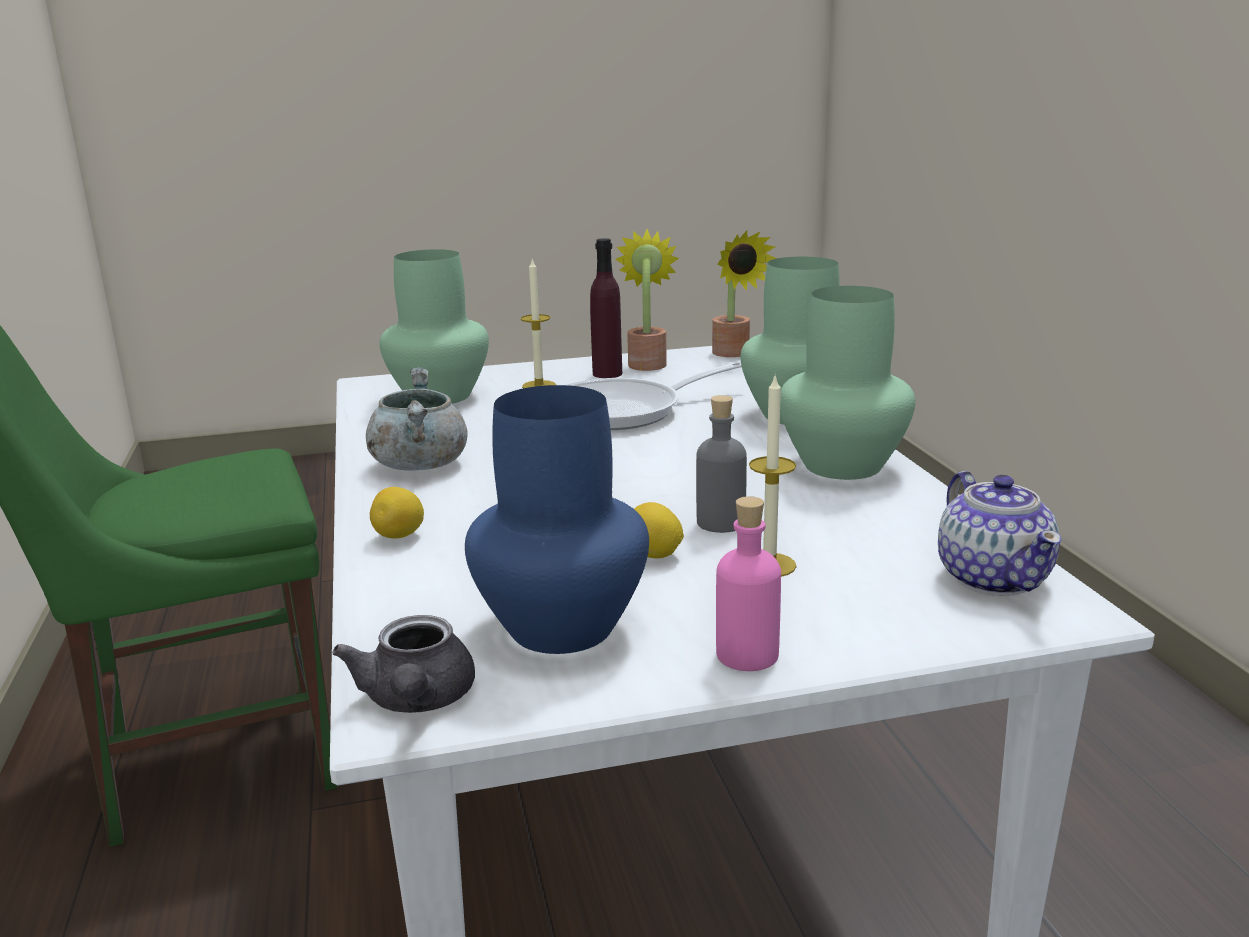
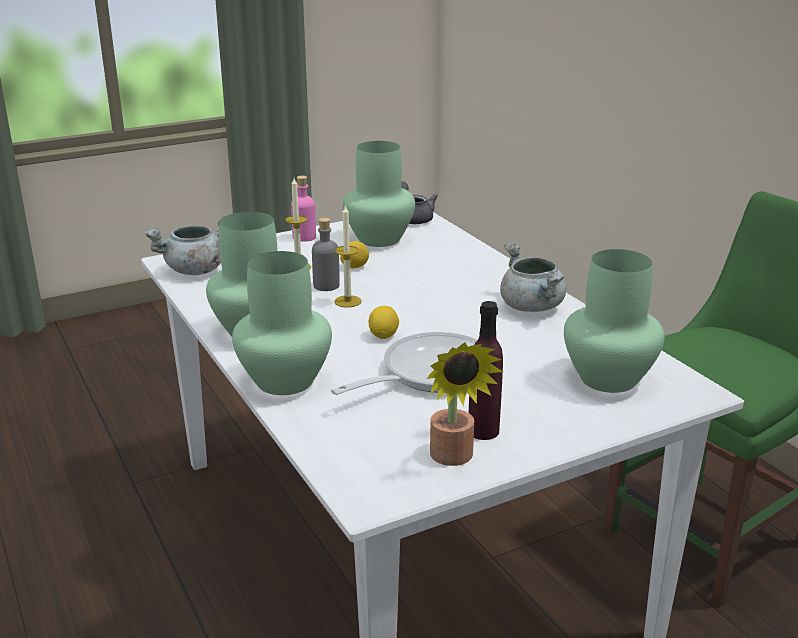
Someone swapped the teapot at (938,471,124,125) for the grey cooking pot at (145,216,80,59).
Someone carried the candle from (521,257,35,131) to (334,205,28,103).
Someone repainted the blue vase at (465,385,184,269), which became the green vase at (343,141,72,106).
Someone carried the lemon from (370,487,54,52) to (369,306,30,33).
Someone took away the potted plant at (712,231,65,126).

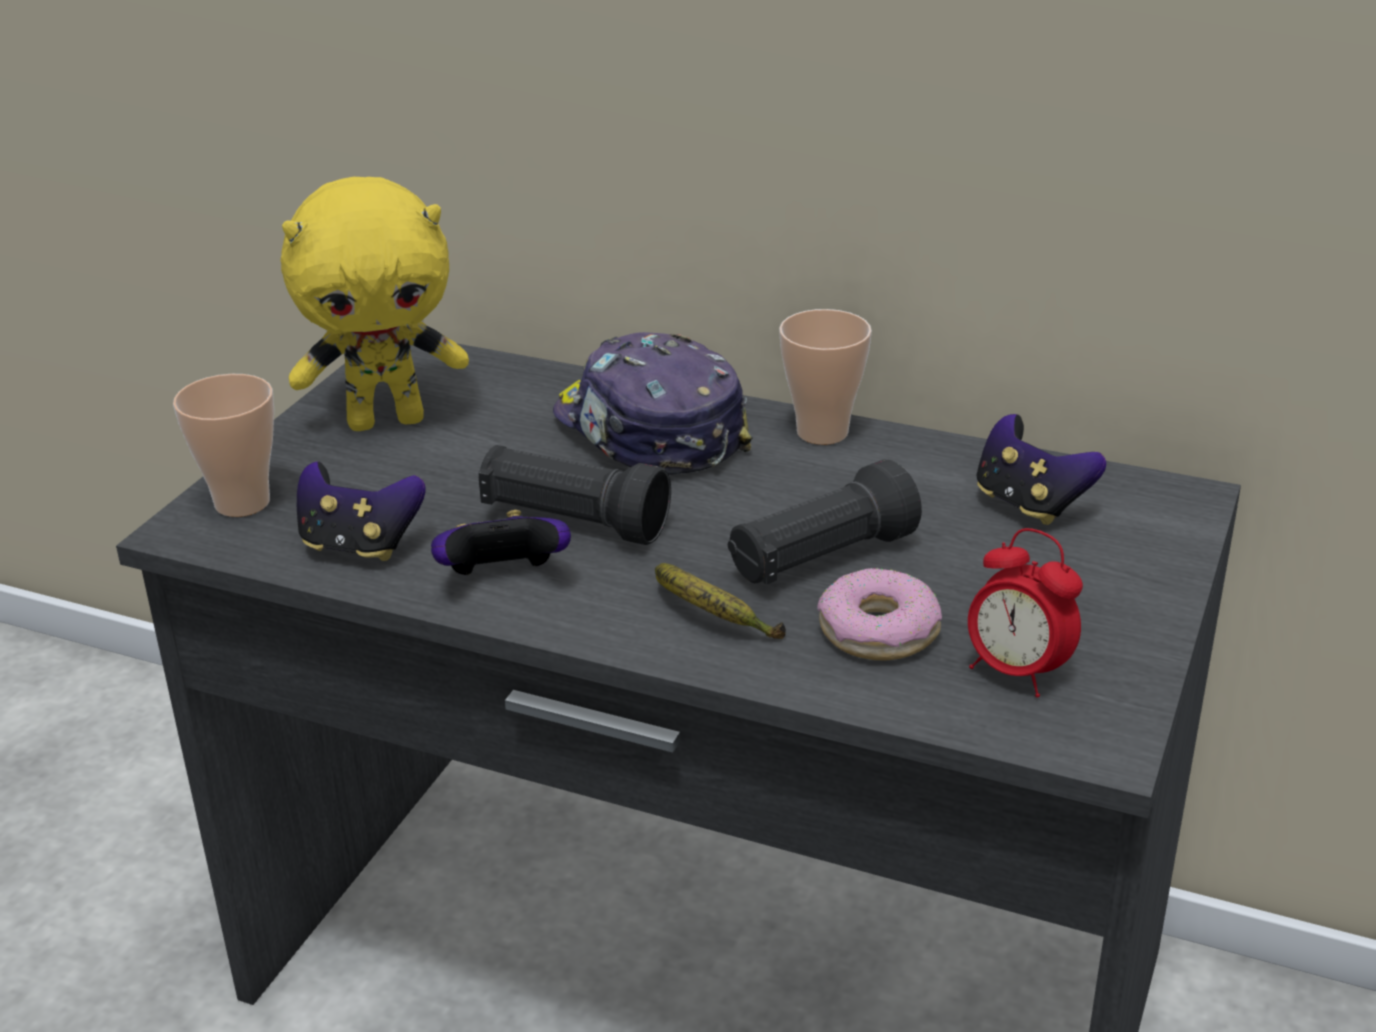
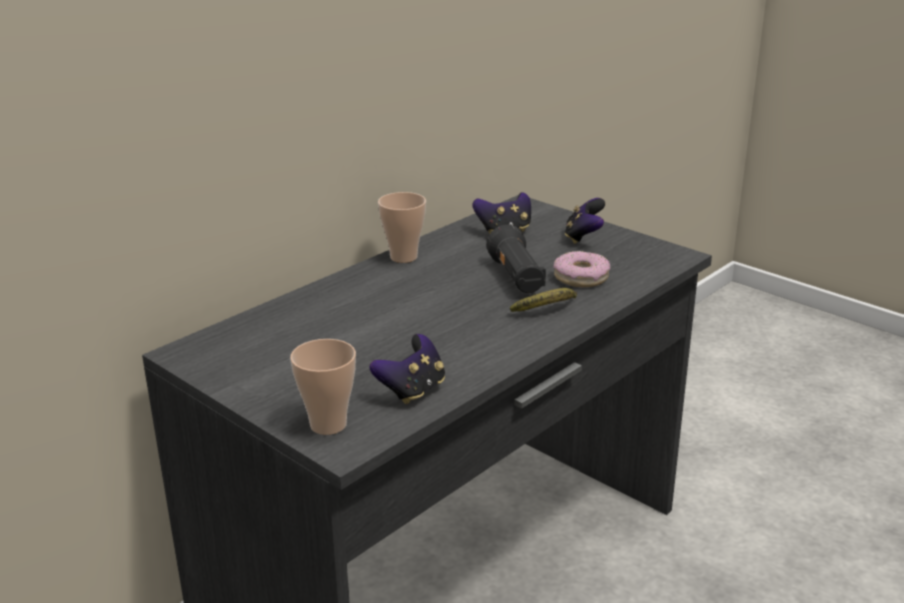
Someone carried the game controller from (431,510,140,65) to (565,198,40,46).
Someone took away the yellow plush toy at (281,177,188,254).
Someone took away the black flashlight at (478,445,193,100).
Someone took away the cap at (553,332,199,143).
Someone took away the alarm clock at (968,528,115,169).

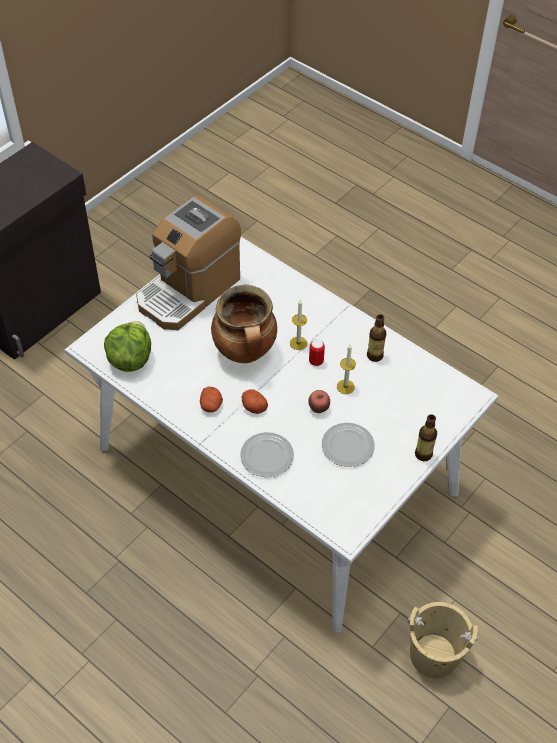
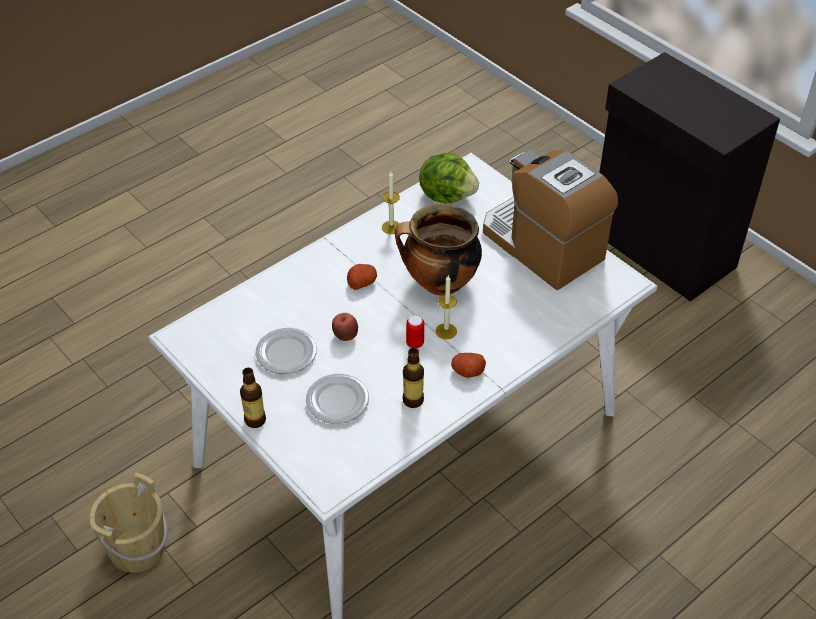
Someone carried the plate from (240,432,54,45) to (306,374,63,50).
Someone carried the candle from (337,344,19,50) to (382,171,18,63).
Someone carried the potato from (200,386,23,26) to (451,353,35,25).

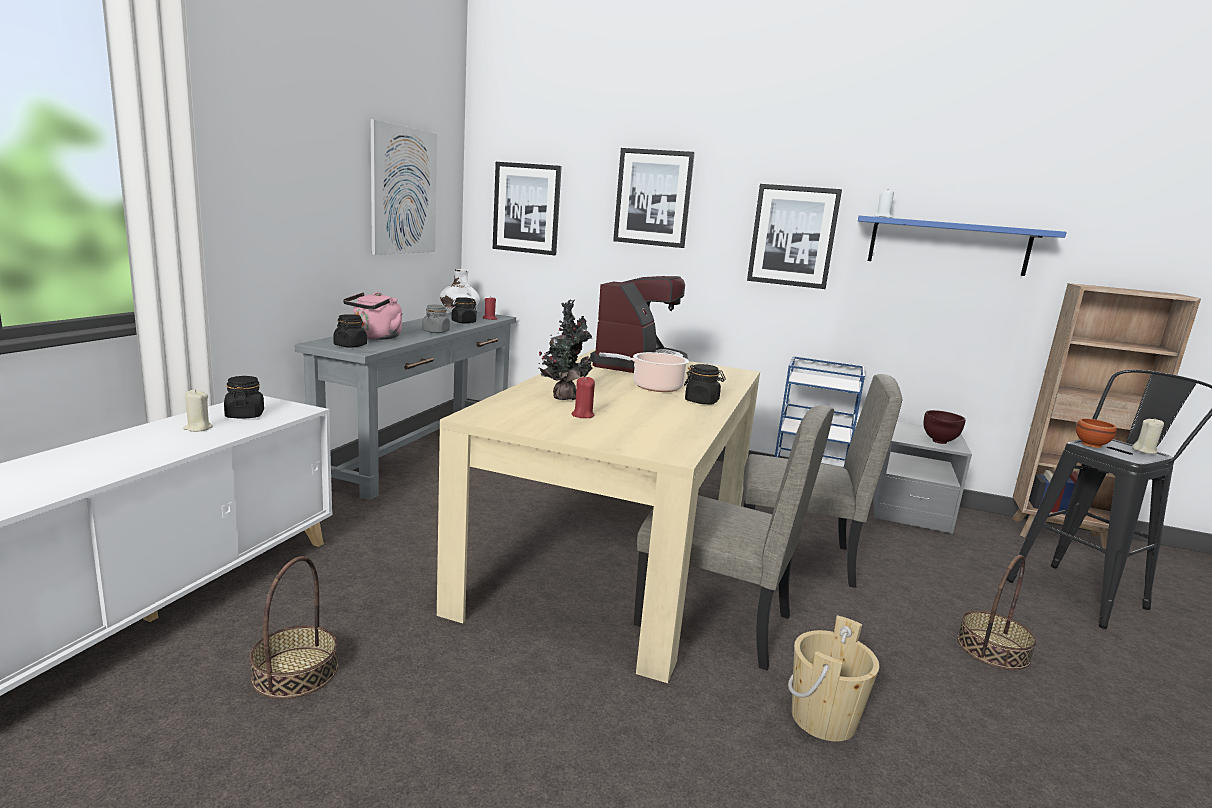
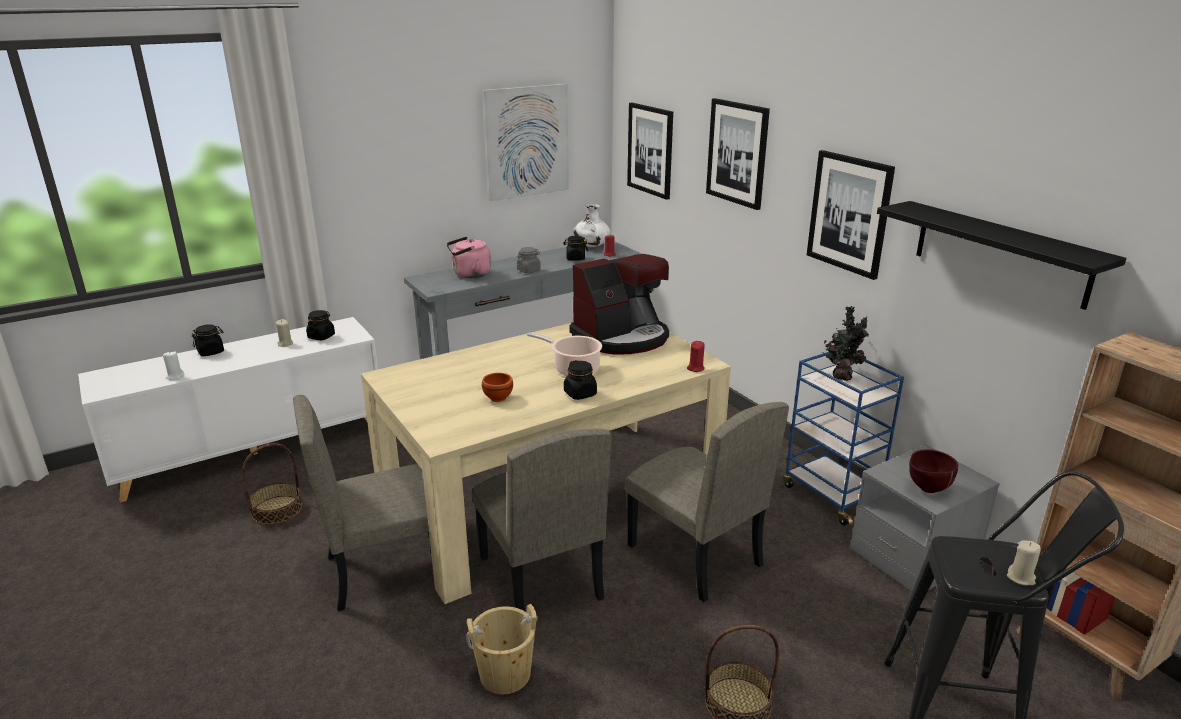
Someone carried the white candle from (874,190,20,28) to (163,351,21,29).
Someone carried the black jar from (333,314,34,34) to (192,324,32,32).
Someone put down the beige chair at (293,395,136,216).
Someone carried the brown bowl from (1076,418,41,30) to (482,373,31,29).
Someone carried the red candle from (572,377,23,41) to (687,341,18,31).
Someone carried the potted plant from (539,300,54,100) to (822,306,47,75).
Someone repainted the blue shelf at (858,216,209,60), which became the black shelf at (877,201,250,109).

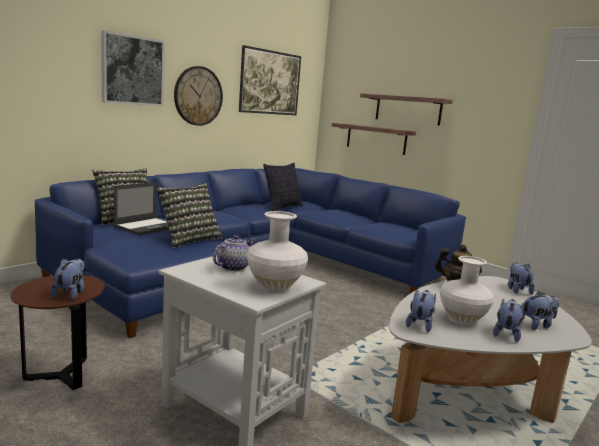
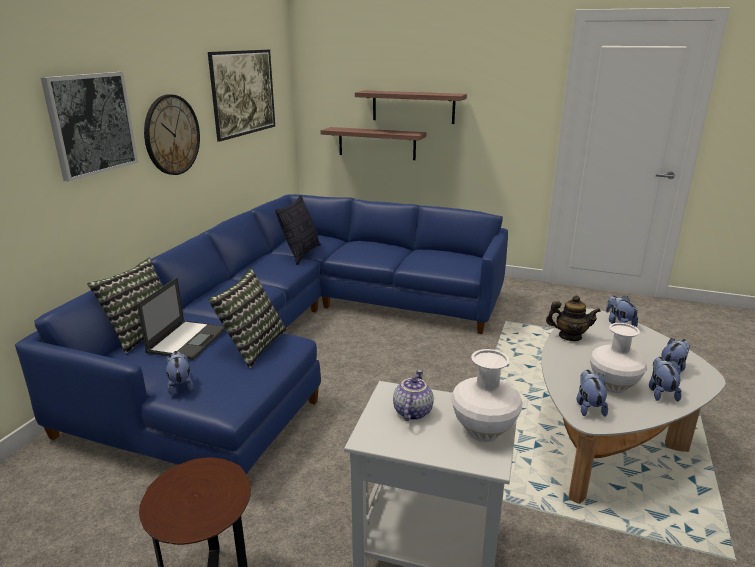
Someone carried the plush toy from (50,258,34,42) to (166,351,28,44).

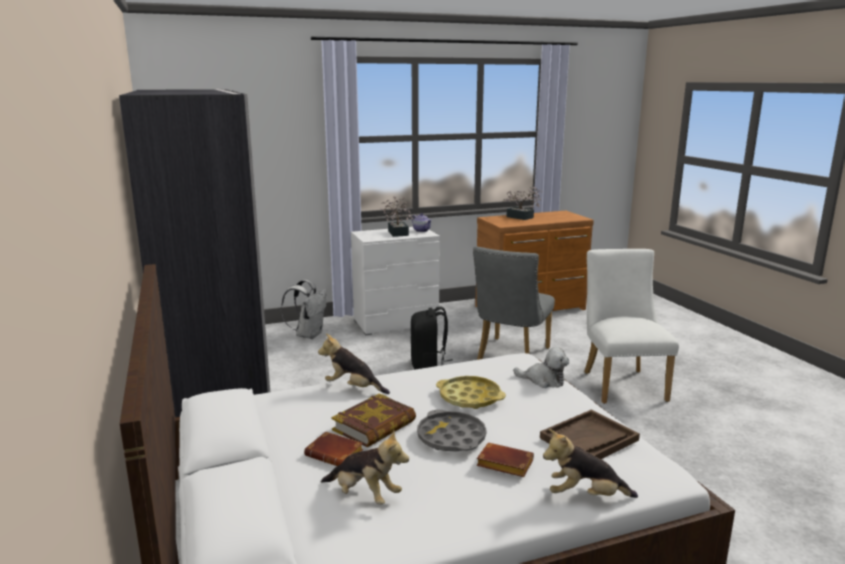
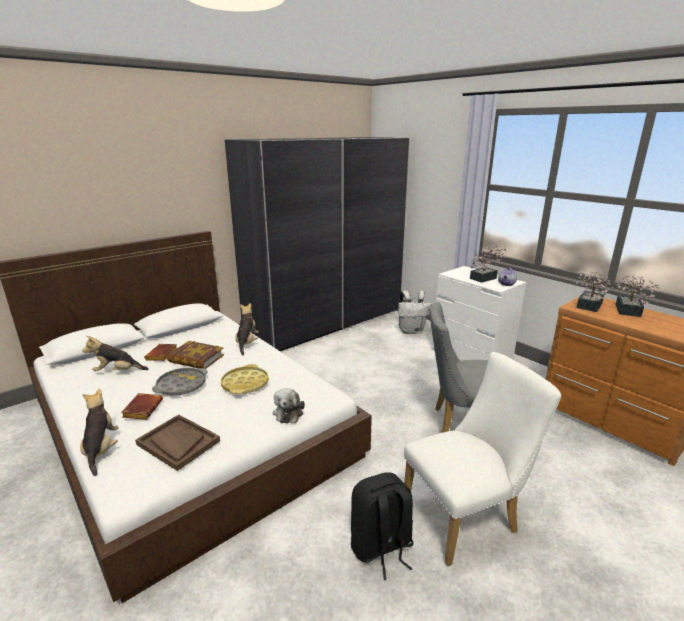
Someone rotated the plush toy at (321,430,88,75) by 75 degrees clockwise.
Someone carried the black backpack from (411,306,42,64) to (351,472,62,108).
Someone put down the potted plant at (576,272,38,40).

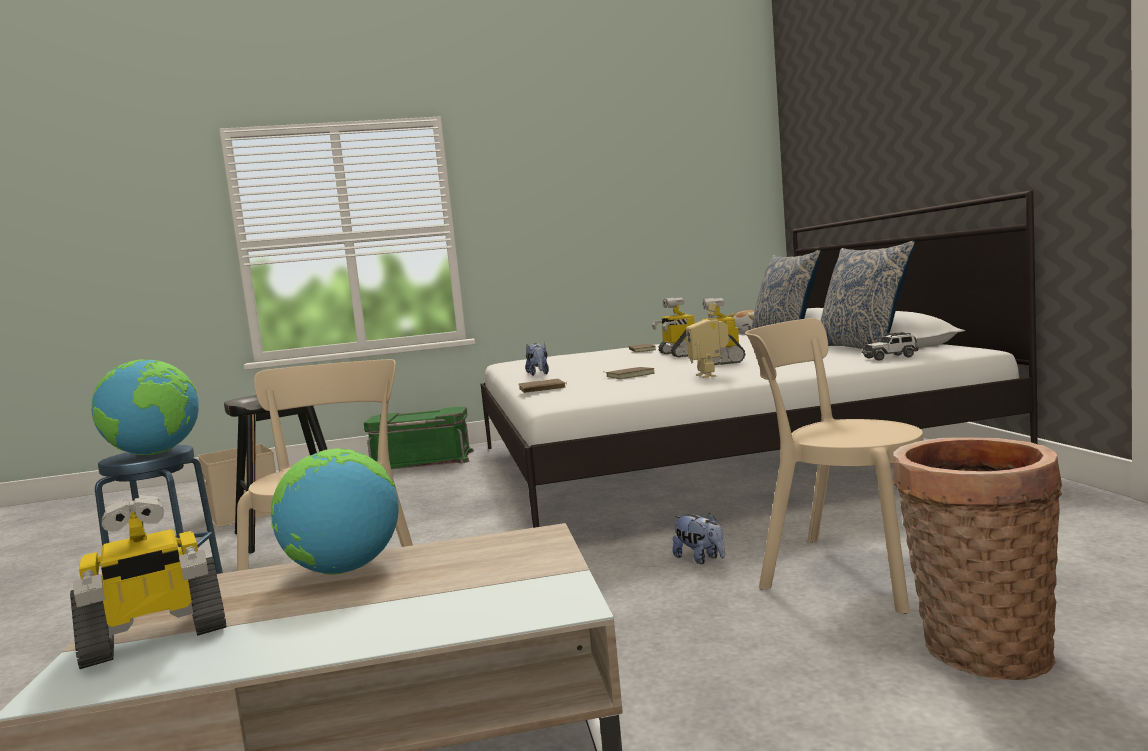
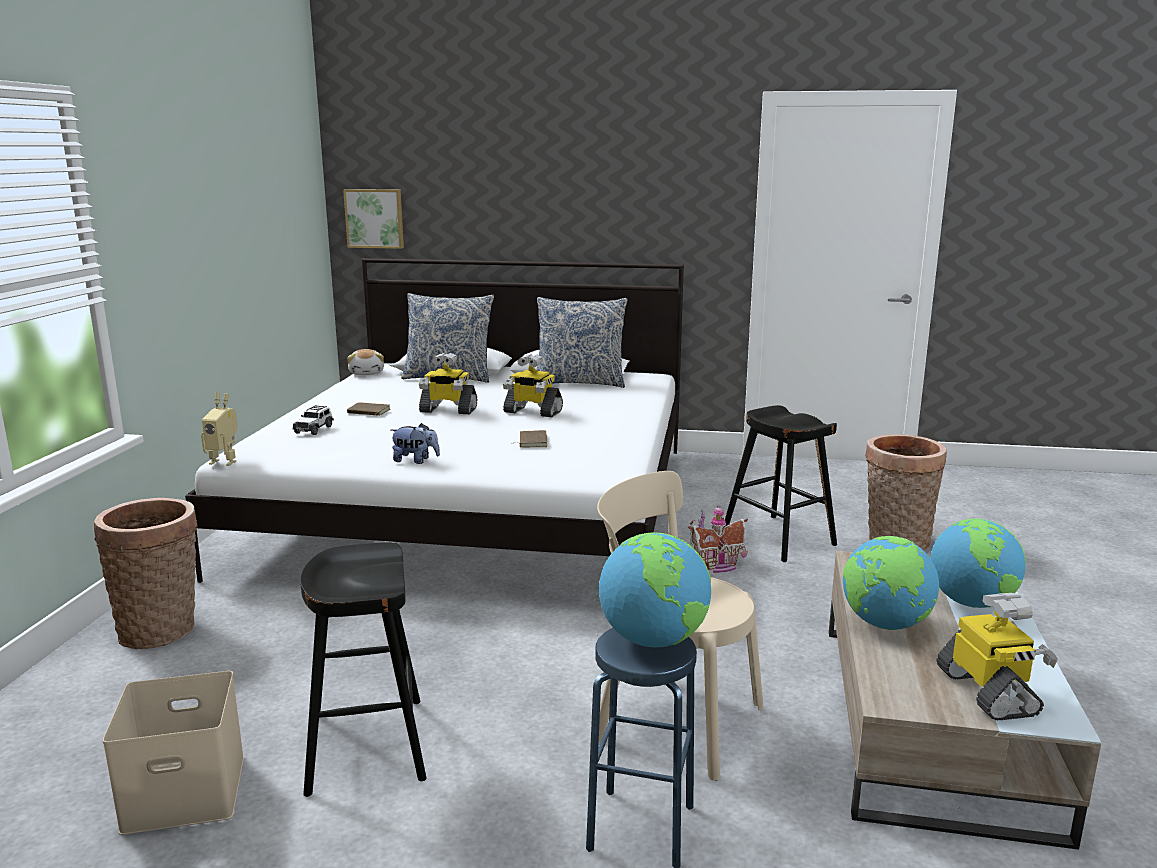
Someone swapped the green storage box at (364,407,110,62) for the basket at (94,498,104,151).
Someone carried the toy robot from (686,303,43,75) to (201,393,37,73).
Someone carried the toy car from (862,332,57,29) to (292,405,42,30).
Someone put up the picture at (343,189,61,60).
Someone swapped the plush toy at (673,513,52,51) for the toy house at (688,504,60,69).
Someone swapped the beige chair at (745,318,179,296) for the black stool at (725,405,112,157).
Someone put down the globe at (930,519,96,89).
Someone took away the brown book at (518,379,49,14).

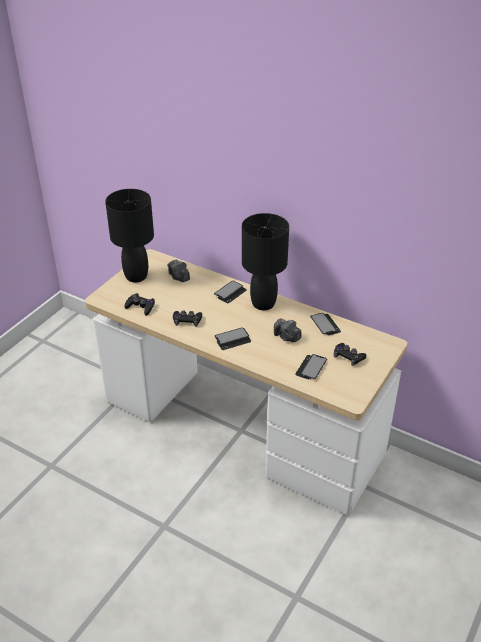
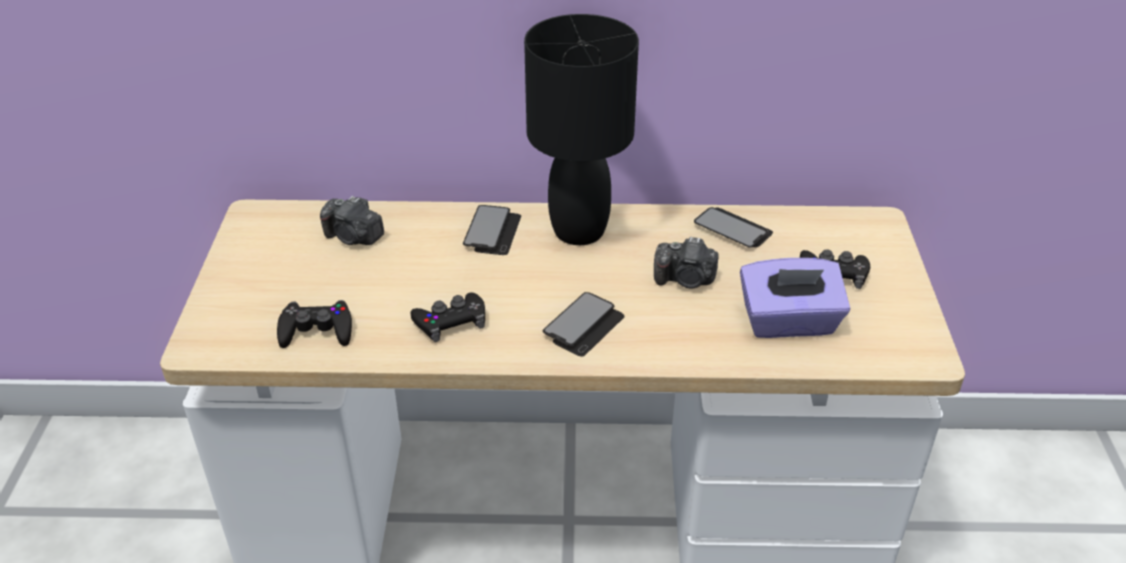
Someone swapped the phone at (295,354,32,25) for the purple tissue box at (740,258,110,80).
Someone took away the black table lamp at (105,189,49,93).

